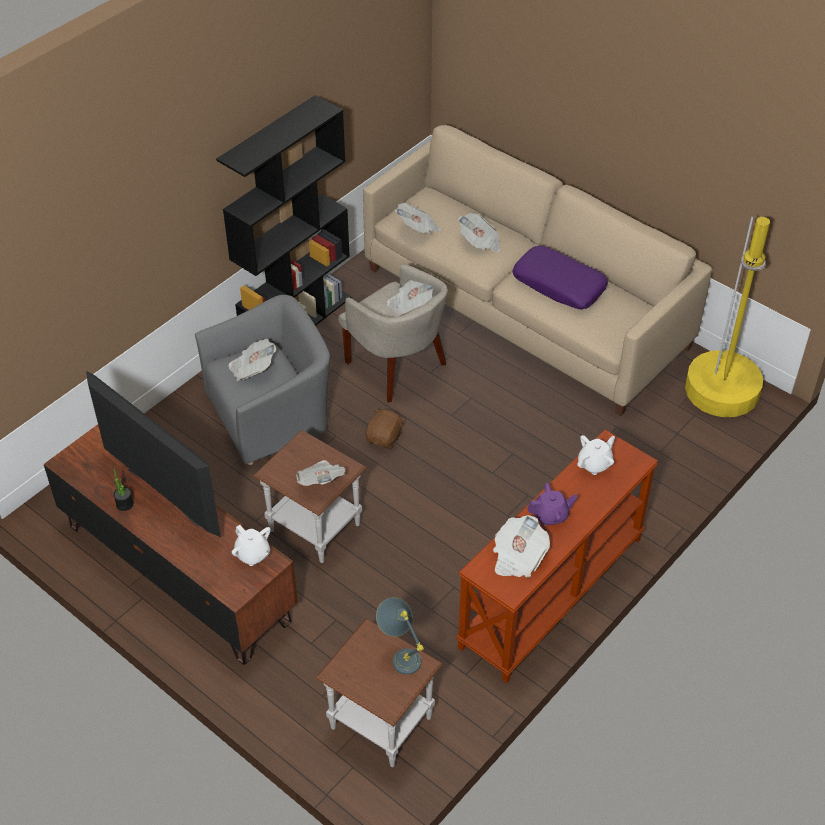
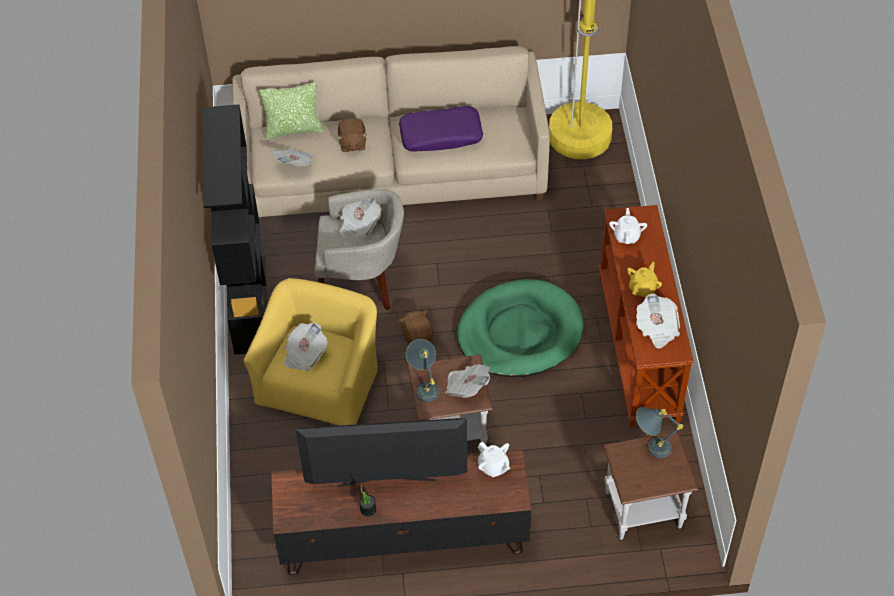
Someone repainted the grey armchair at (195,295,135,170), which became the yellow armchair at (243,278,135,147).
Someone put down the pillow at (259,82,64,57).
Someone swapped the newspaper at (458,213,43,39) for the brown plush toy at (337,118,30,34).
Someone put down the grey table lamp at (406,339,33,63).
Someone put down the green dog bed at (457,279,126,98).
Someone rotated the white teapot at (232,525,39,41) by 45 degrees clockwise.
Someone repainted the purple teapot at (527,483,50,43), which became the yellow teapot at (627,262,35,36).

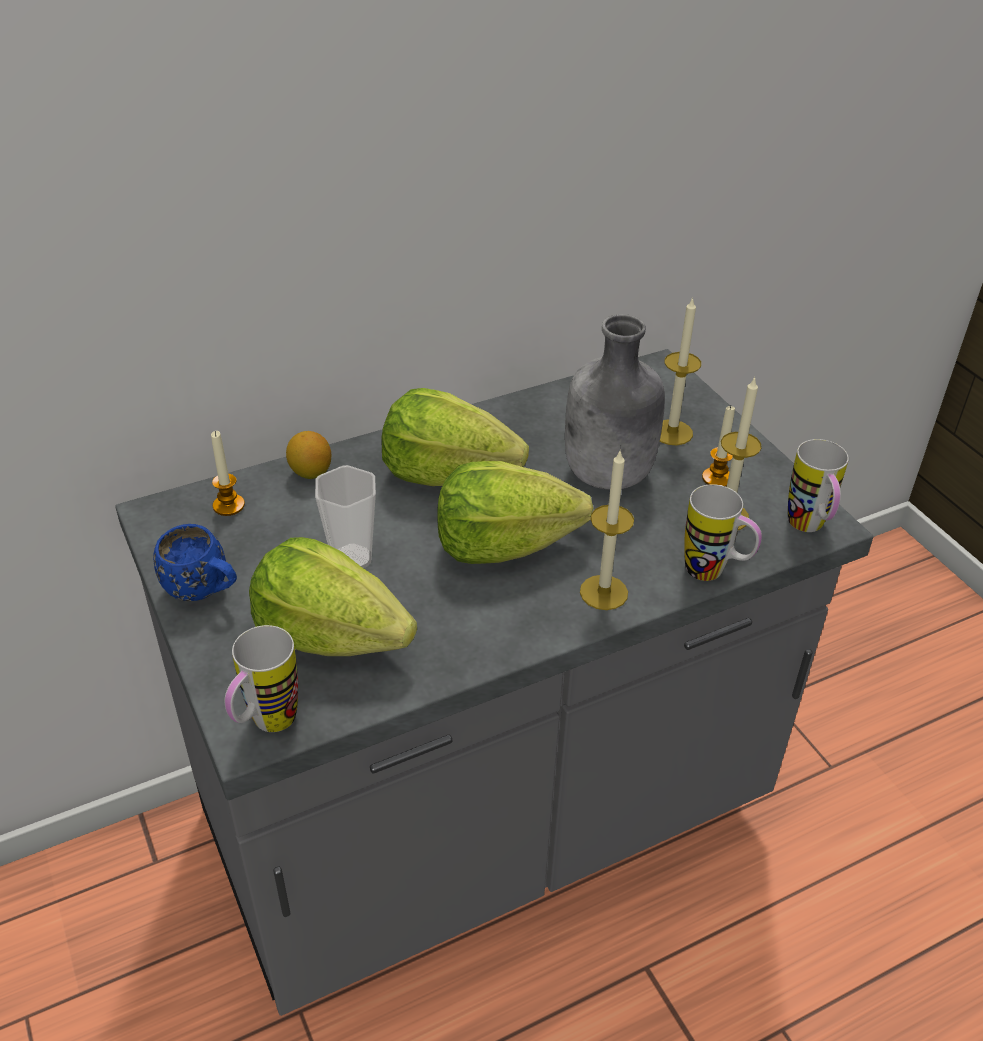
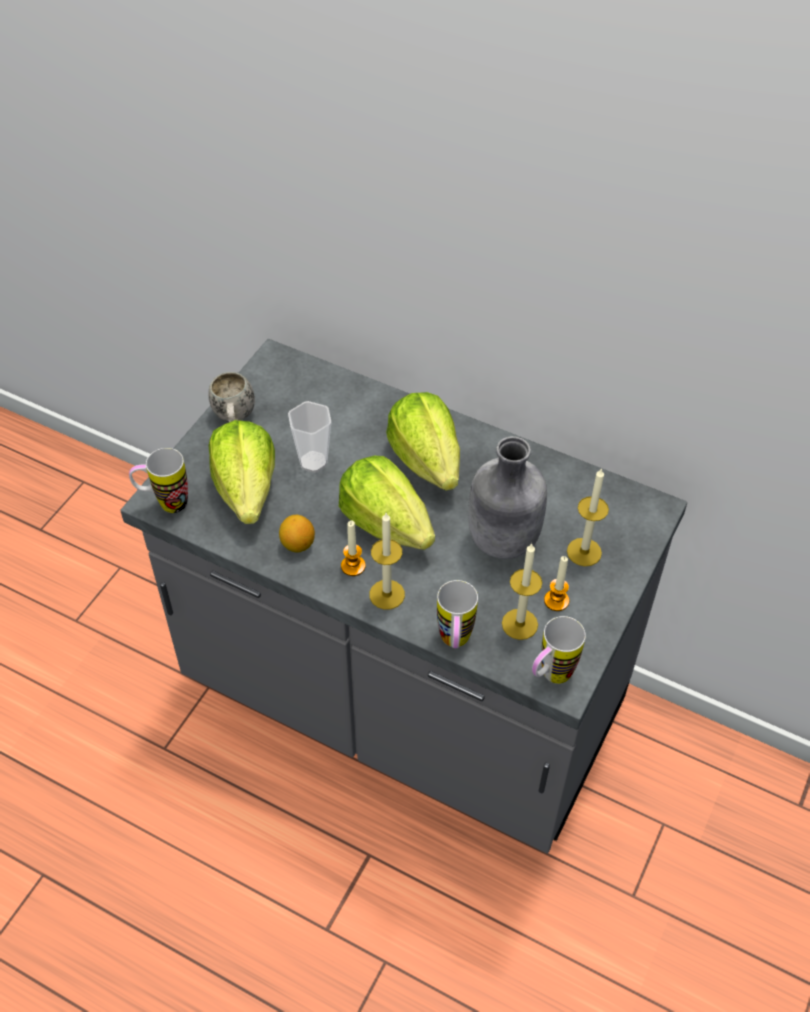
Someone repainted the blue mug at (153,524,84,77), which became the white mug at (208,372,47,50).
Someone carried the lemon from (286,431,45,48) to (279,515,36,38).
Someone carried the candle from (211,431,34,85) to (341,521,25,55).

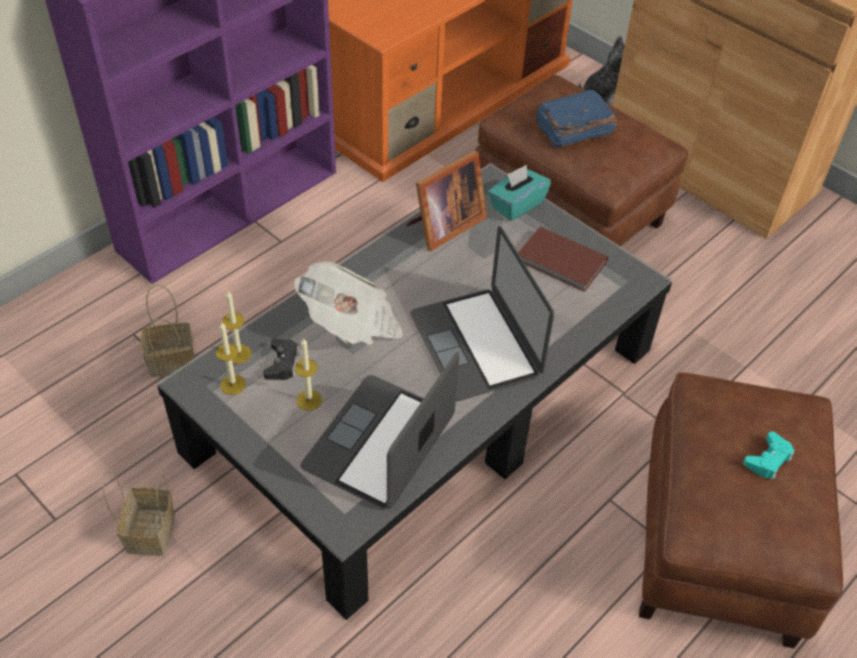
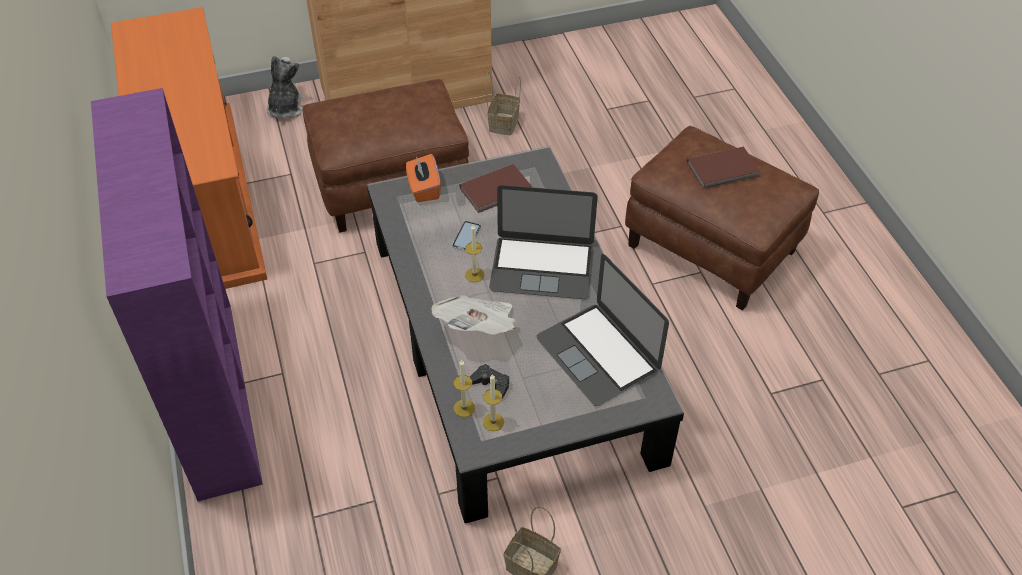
Someone repainted the turquoise tissue box at (488,165,63,56), which became the orange tissue box at (406,154,35,48).
Someone put down the phone at (452,221,29,30).
Someone carried the candle from (295,338,27,73) to (465,225,20,57).
Someone carried the basket from (141,284,54,93) to (485,71,36,64).
Someone swapped the turquoise game controller at (743,432,52,48) for the brown book at (687,147,74,42).
Someone took away the picture frame at (406,151,81,100).
Someone took away the blue book at (536,90,81,58).

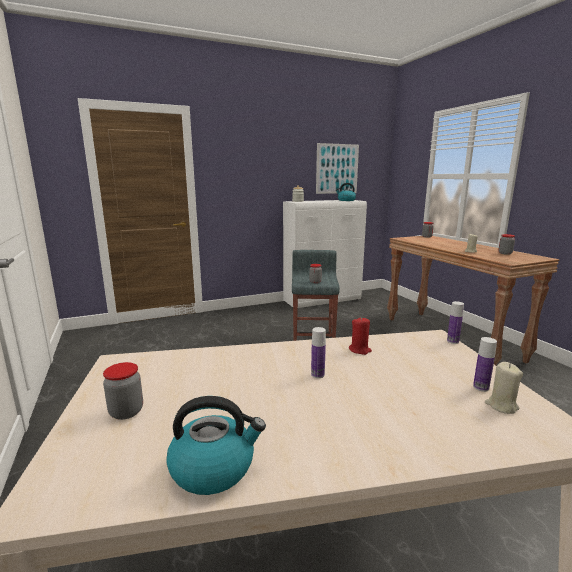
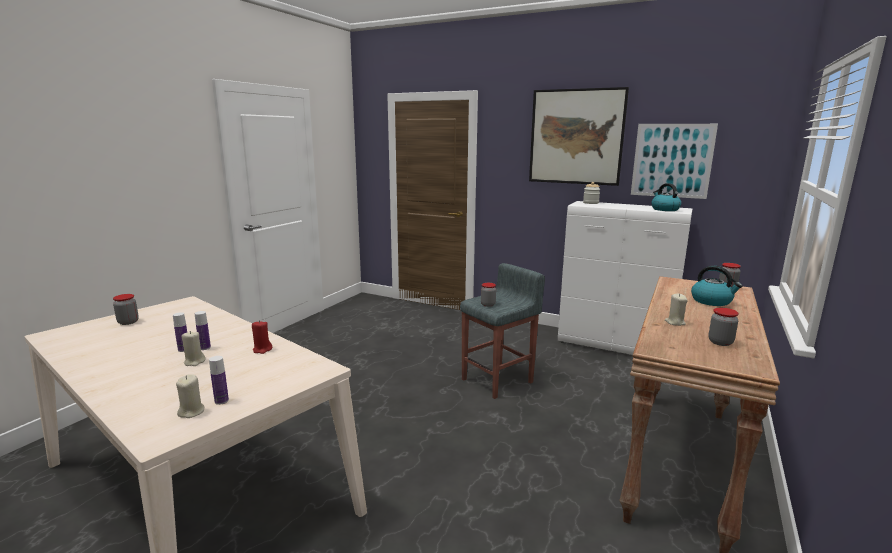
Someone carried the bottle from (447,301,17,43) to (173,312,14,40).
Someone put down the beige candle at (182,331,24,35).
Someone put up the picture at (529,87,100,99).
Someone carried the kettle from (166,396,100,99) to (691,266,51,40).

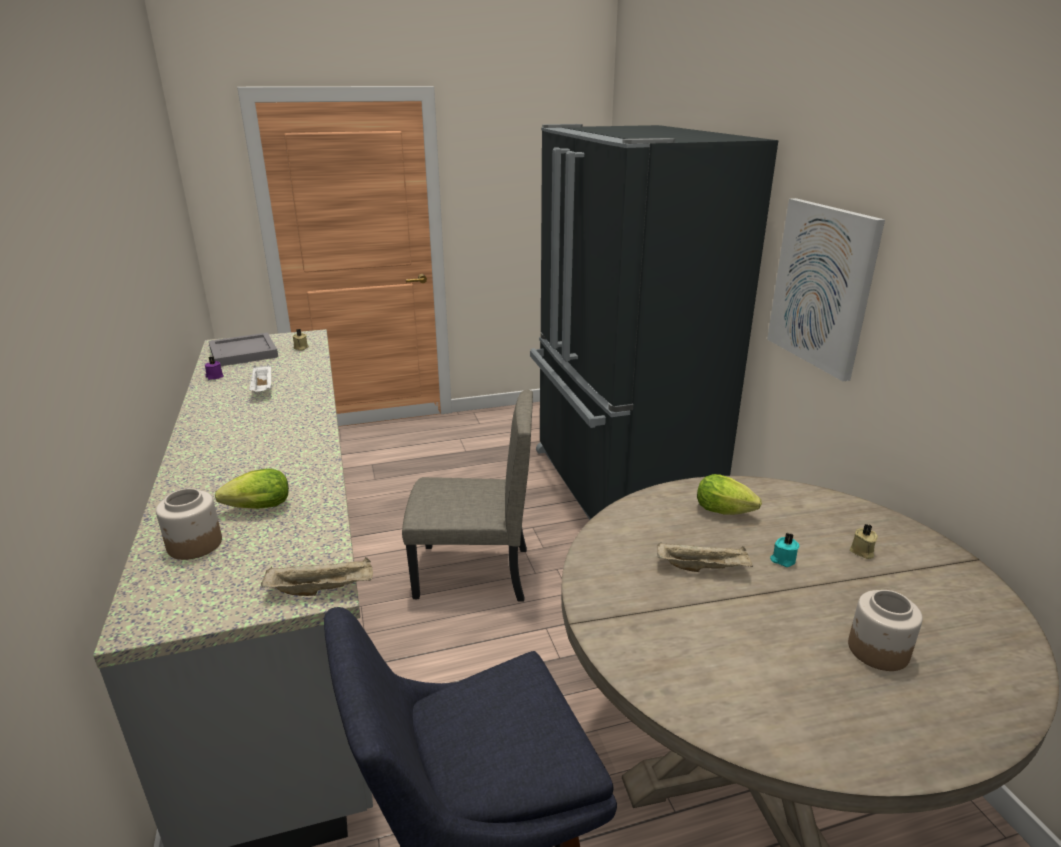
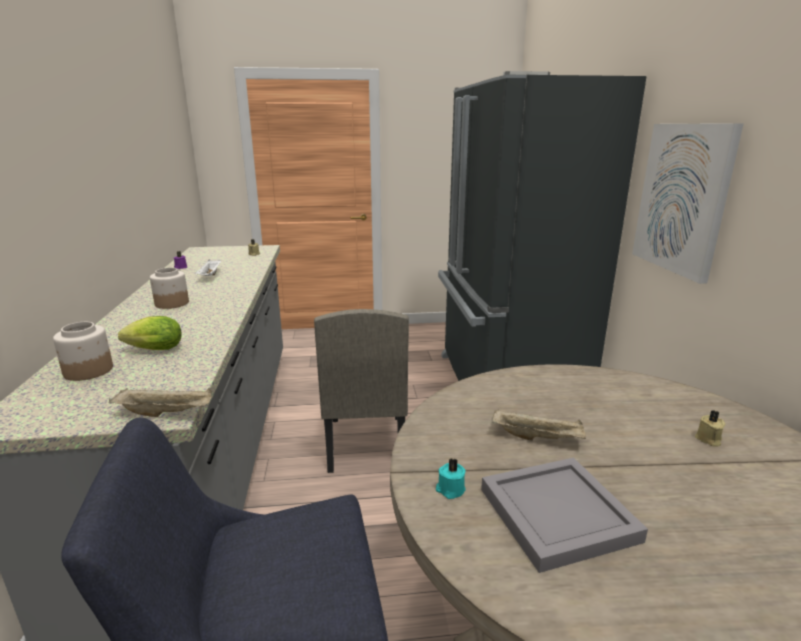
Someone carried the jar from (848,590,75,81) to (150,268,39,41).
Someone rotated the beige chair at (402,390,131,212) by 75 degrees clockwise.
Someone carried the turquoise candle from (770,533,29,34) to (436,458,30,41).
Someone carried the grey tray from (209,333,69,33) to (481,458,167,115).
Someone took away the lettuce at (697,474,65,41).

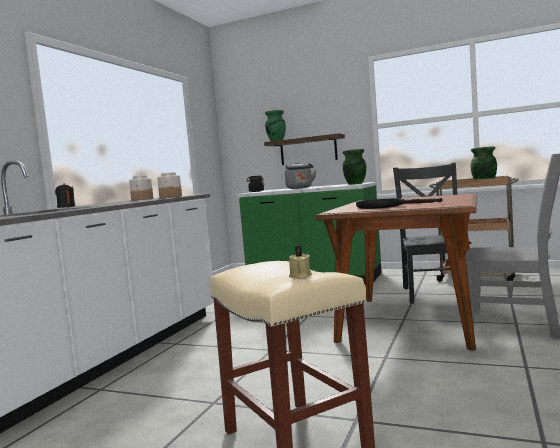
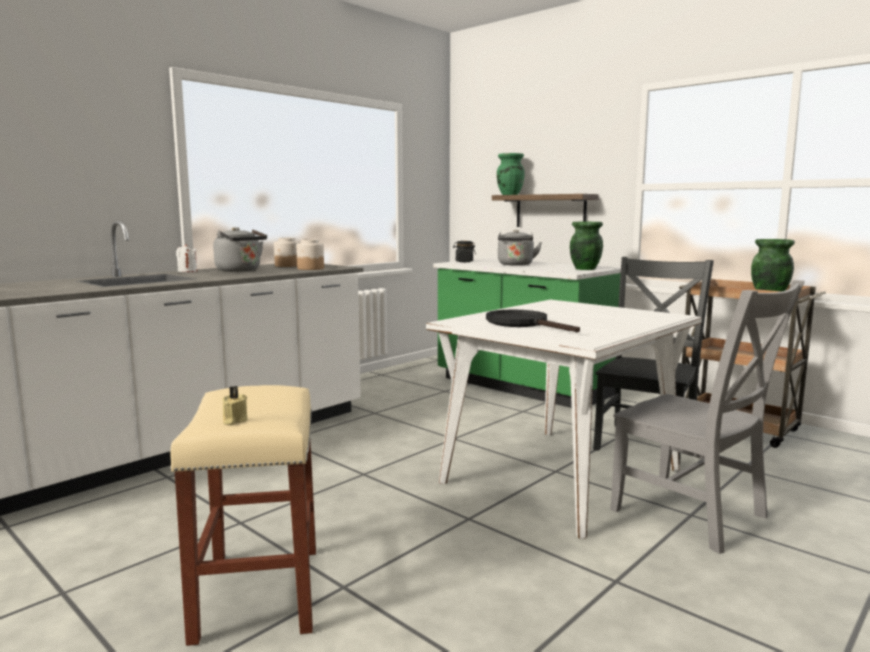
Someone repainted the black candle at (55,183,20,25), which became the white candle at (176,244,21,28).
Someone put down the grey kettle at (213,227,54,45).
Someone repainted the brown dining table at (316,194,161,157), which became the white dining table at (426,299,276,240).

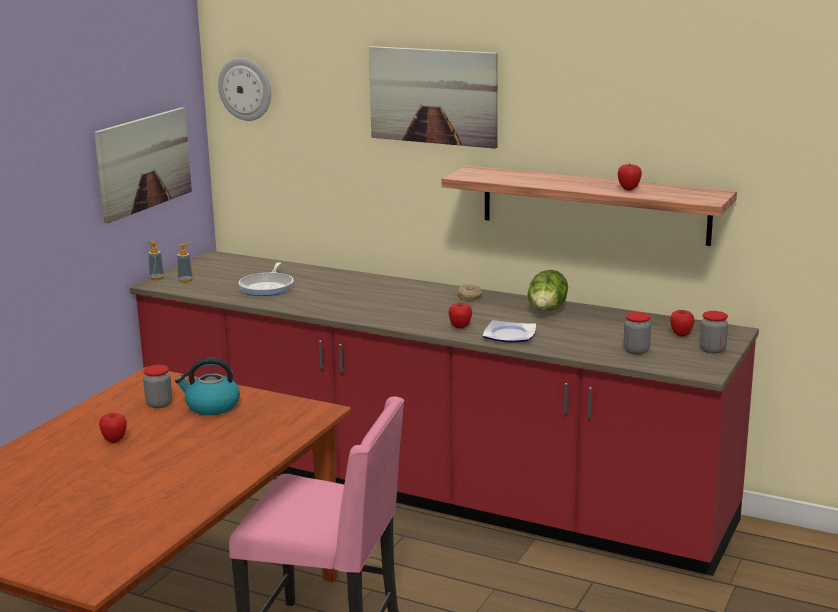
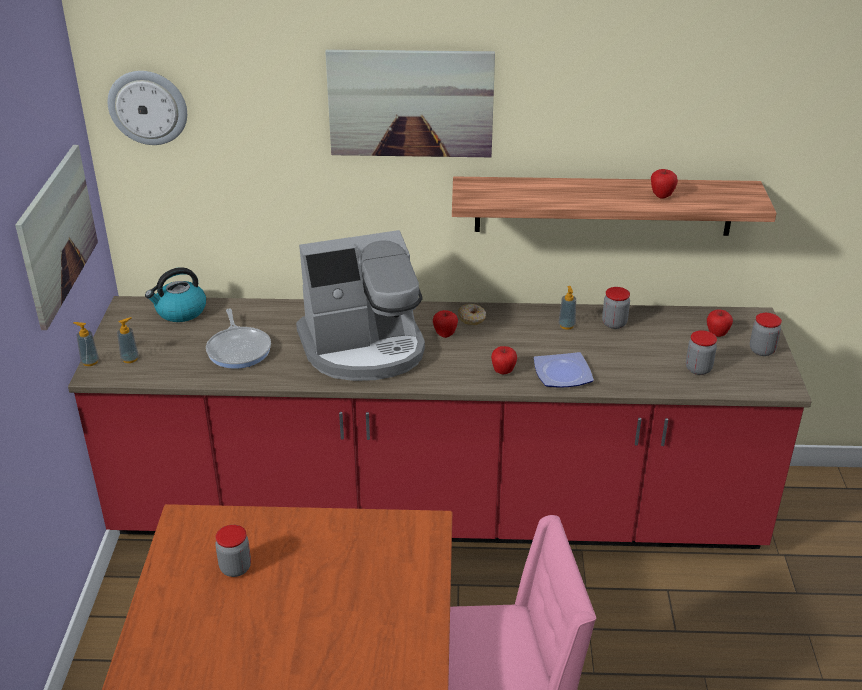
Someone carried the kettle from (175,358,65,57) to (145,267,61,55).
Someone put down the coffee machine at (296,230,129,151).
Someone carried the apple from (99,413,28,30) to (433,310,25,28).
Someone swapped the lettuce at (528,270,40,41) for the soap dispenser at (559,286,17,44).
Someone put down the jar at (602,287,28,42).

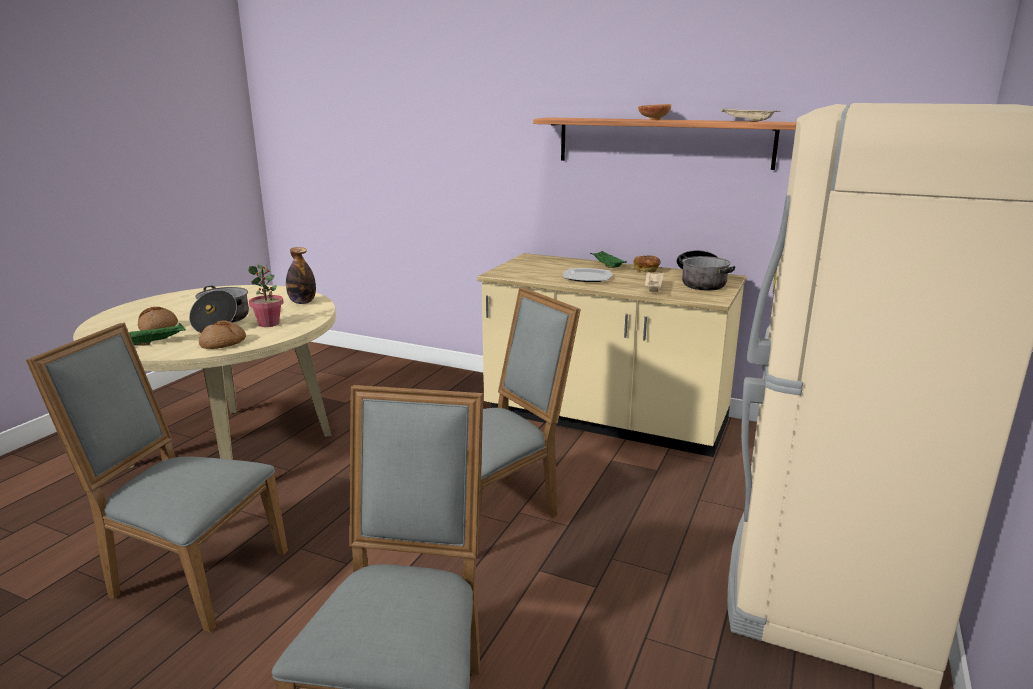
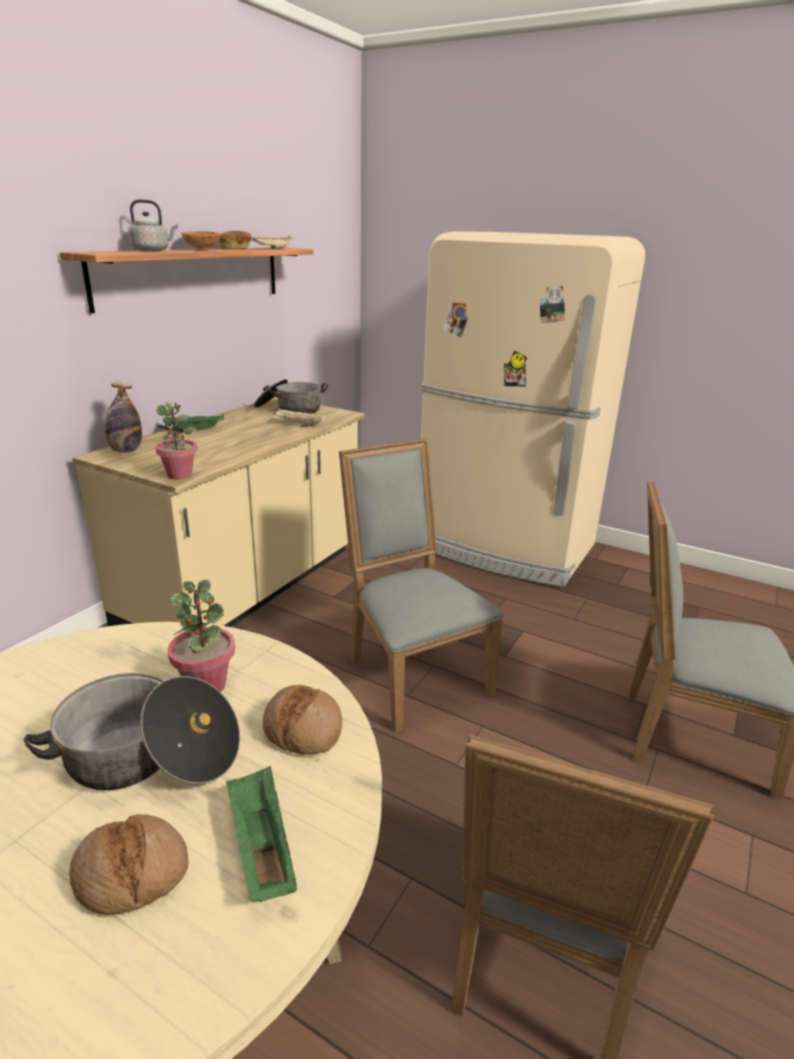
Someone carried the bottle from (286,247,30,57) to (105,383,37,70).
Someone put down the grey kettle at (128,199,50,53).
Someone put down the potted plant at (155,402,42,78).
Someone carried the bread from (634,255,27,18) to (219,231,33,18).
Someone took away the plate at (563,268,49,14).

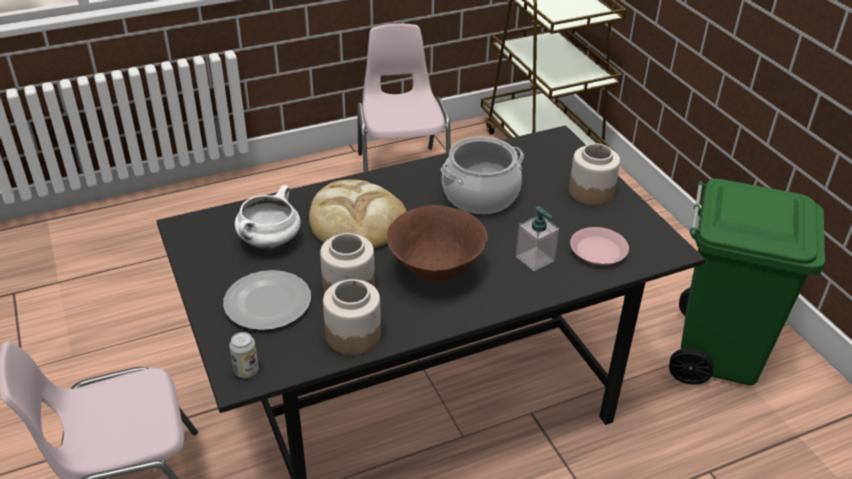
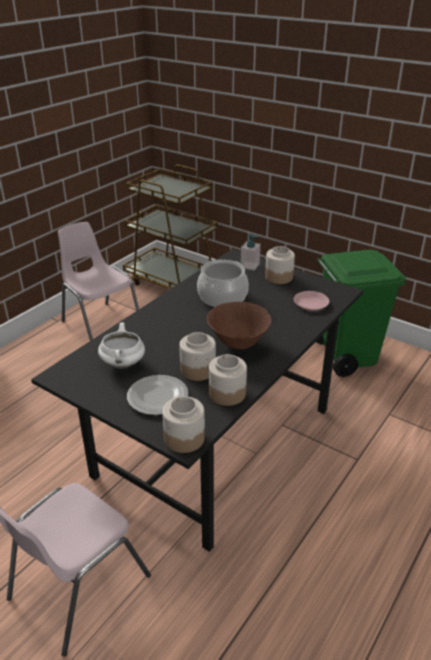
Someone swapped the can at (229,332,30,46) for the jar at (162,396,43,57).
Someone carried the soap dispenser from (516,206,43,65) to (241,234,20,36).
Someone took away the bread at (309,179,98,69).

